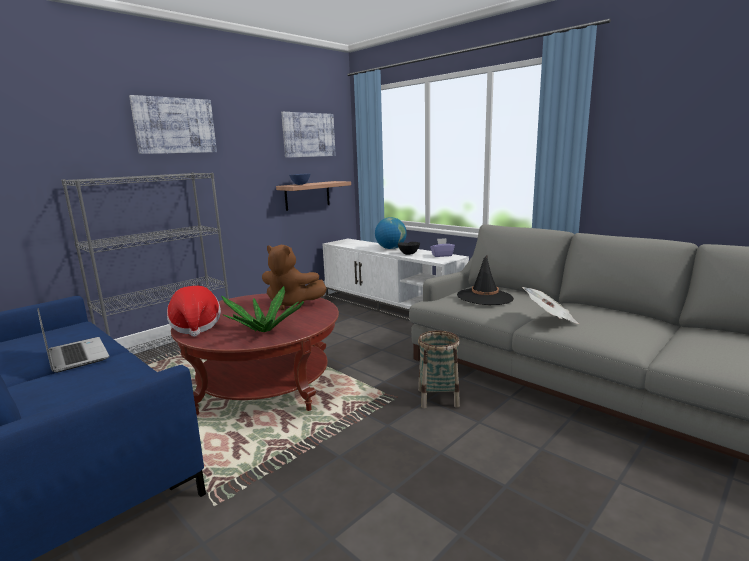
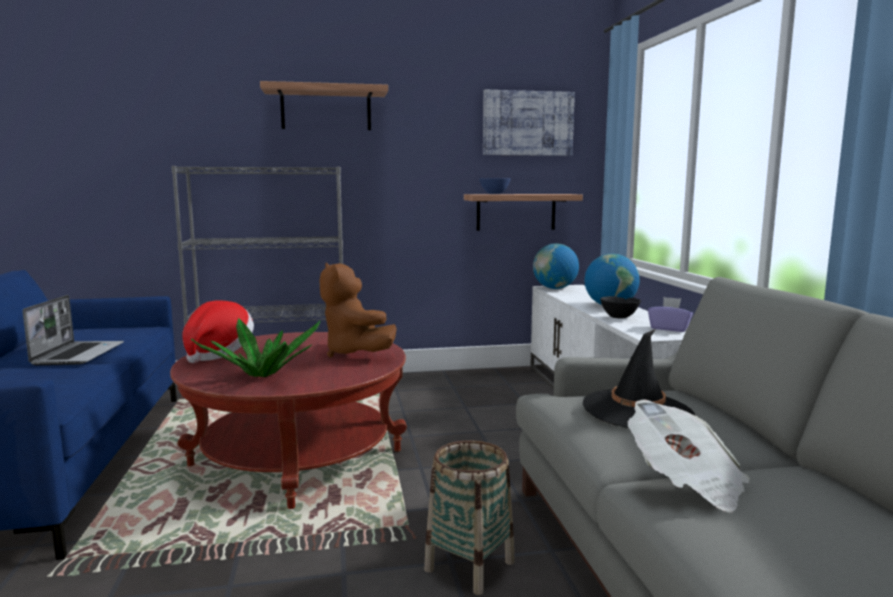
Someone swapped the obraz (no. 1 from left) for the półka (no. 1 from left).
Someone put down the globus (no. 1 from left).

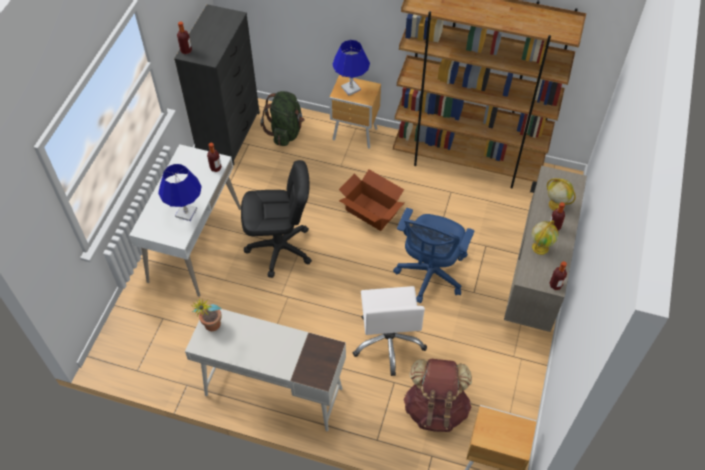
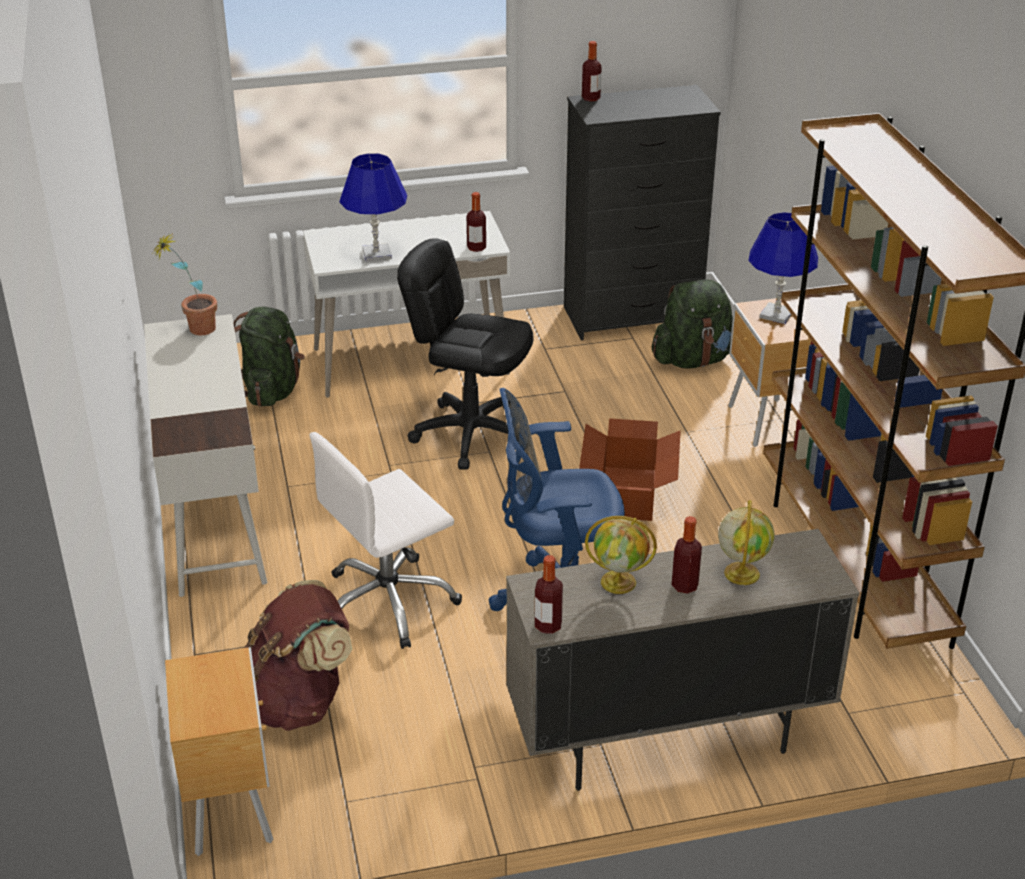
Someone rotated the krzesło biurowe/czarny by 150 degrees clockwise.
Someone put down the plecak/zielony (no. 1 from left).

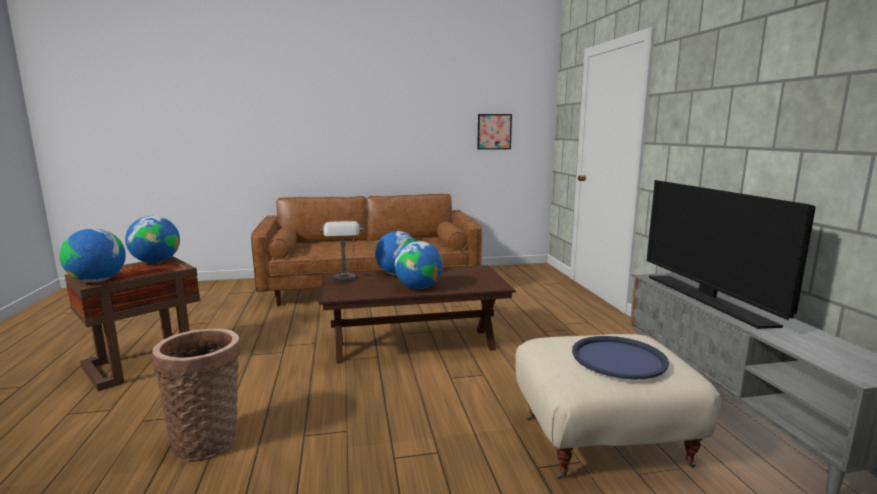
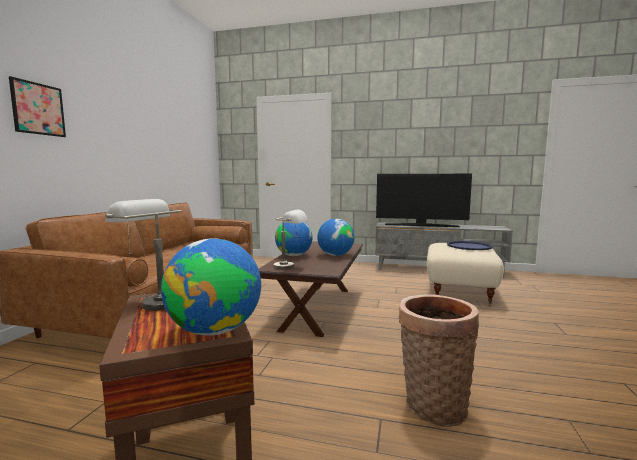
Someone swapped the globus (no. 2 from left) for the lampa stołowa/szary (no. 1 from left).
Someone carried the obraz.

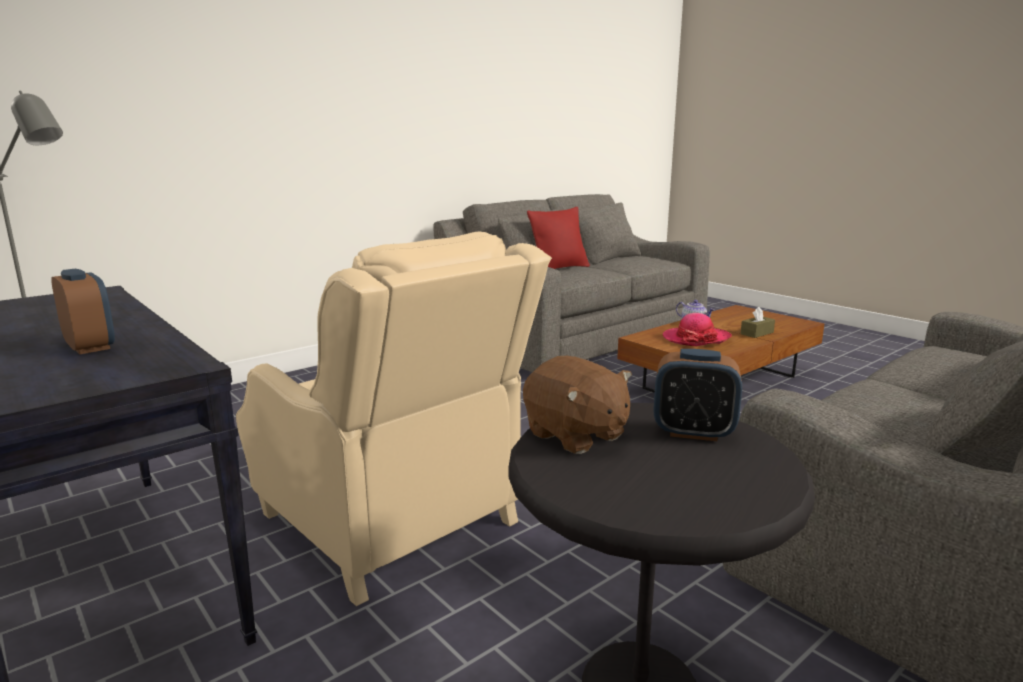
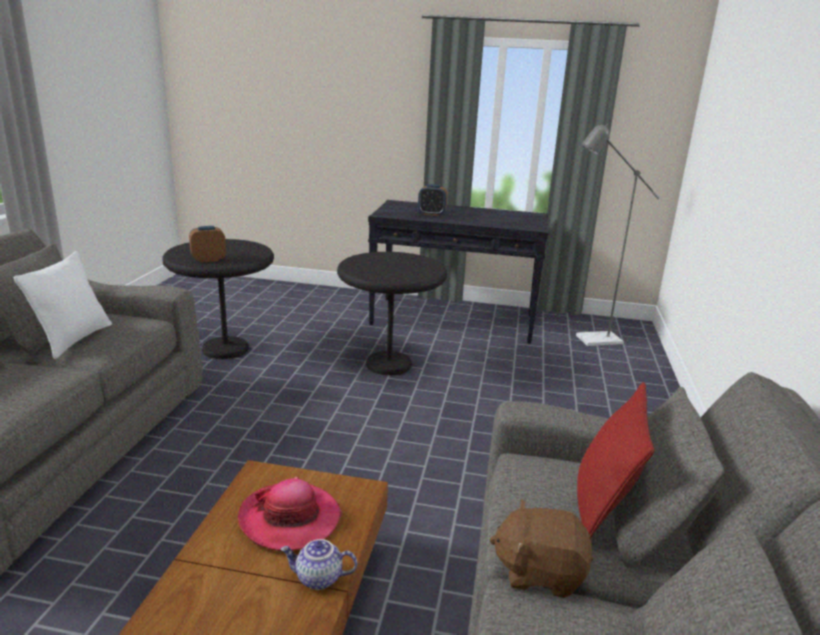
Someone swapped the fotel/beżowy for the stolik/czarny (no. 2 from left).
Someone carried the pluszak/brązowy.
Someone took away the pudełko chusteczek/brązowy.
Someone put down the poduszka/biały.

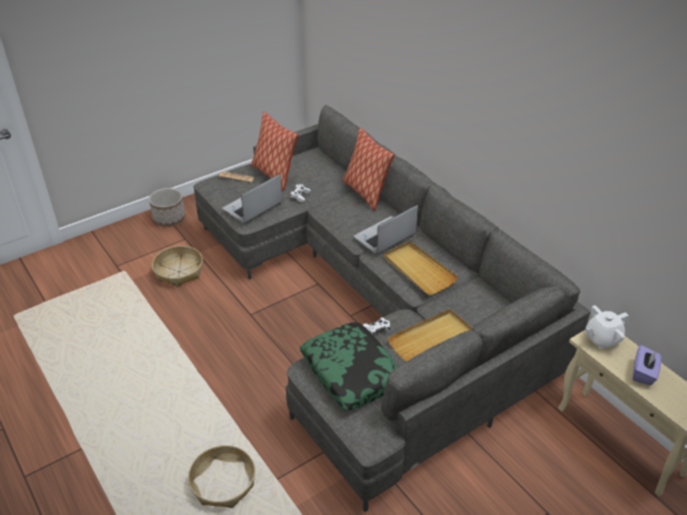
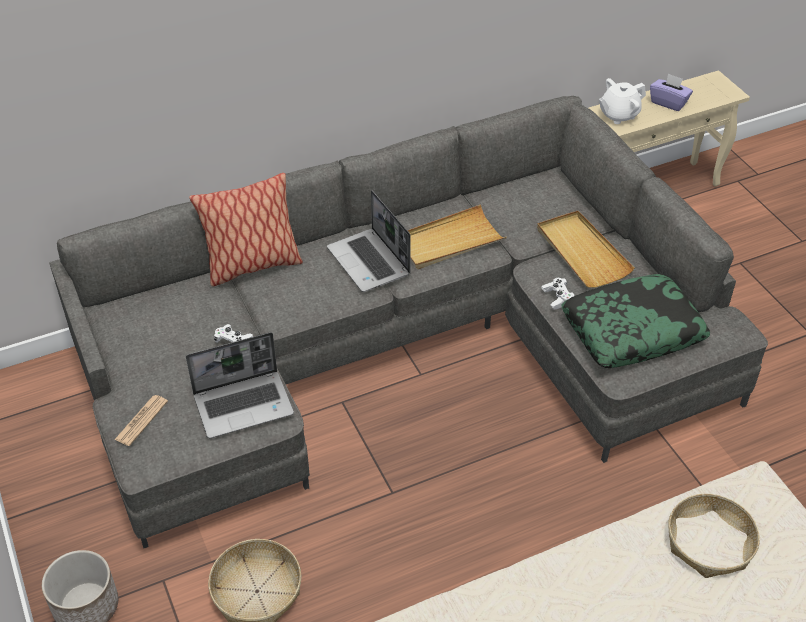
Someone rotated the laptop (no. 1 from left) by 75 degrees counterclockwise.
Someone took away the poduszka (no. 1 from left).
Someone rotated the imbryk/biały by 75 degrees clockwise.

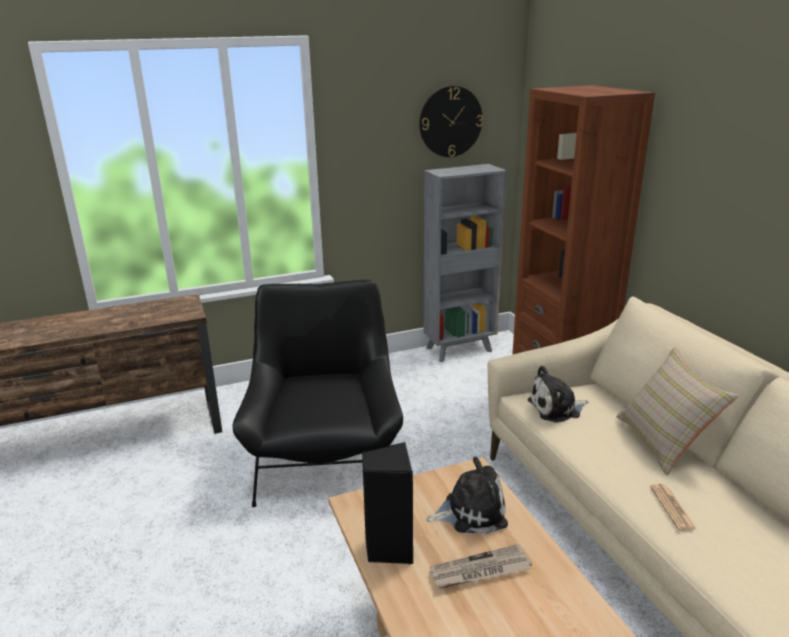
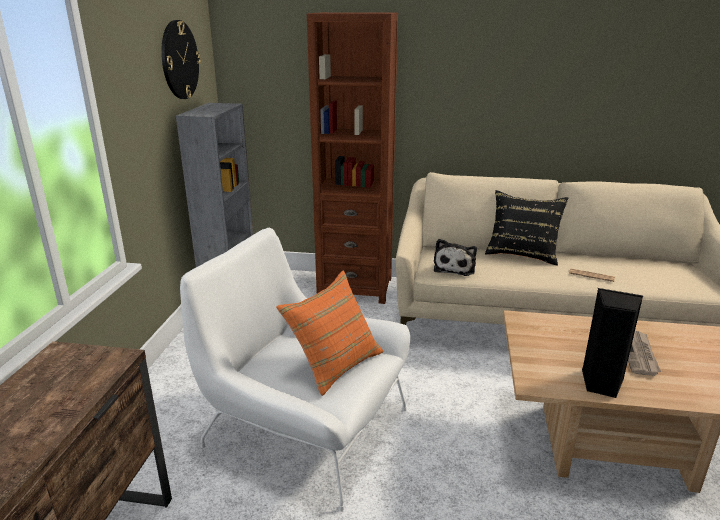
Someone repainted the fotel/czarny, which became the fotel/biały.
Someone took away the pluszak (no. 1 from left).
Someone repainted the poduszka/beżowy, which became the poduszka/czarny.
Someone put down the poduszka/pomarańczowy.

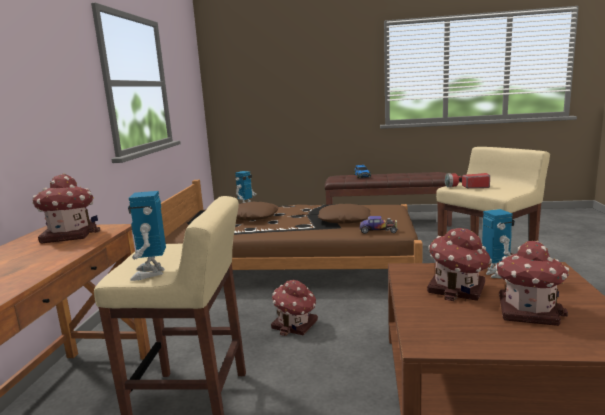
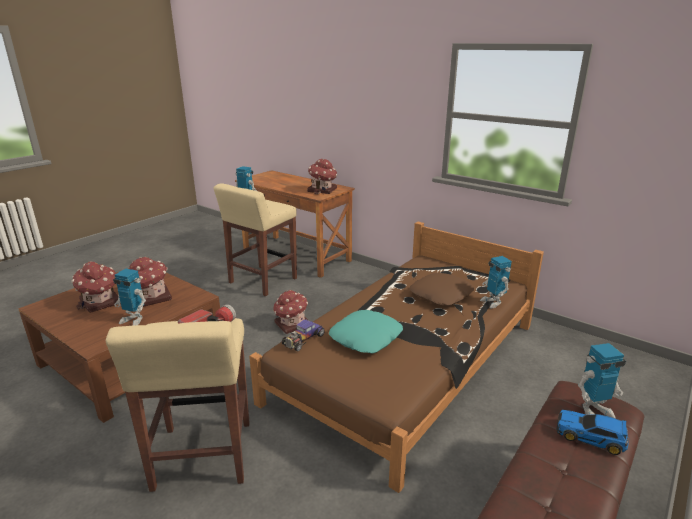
Someone repainted the poduszka/brązowy (no. 2 from left), which became the poduszka/turkusowy.
Someone put down the robot zabawkowy (no. 4 from left).

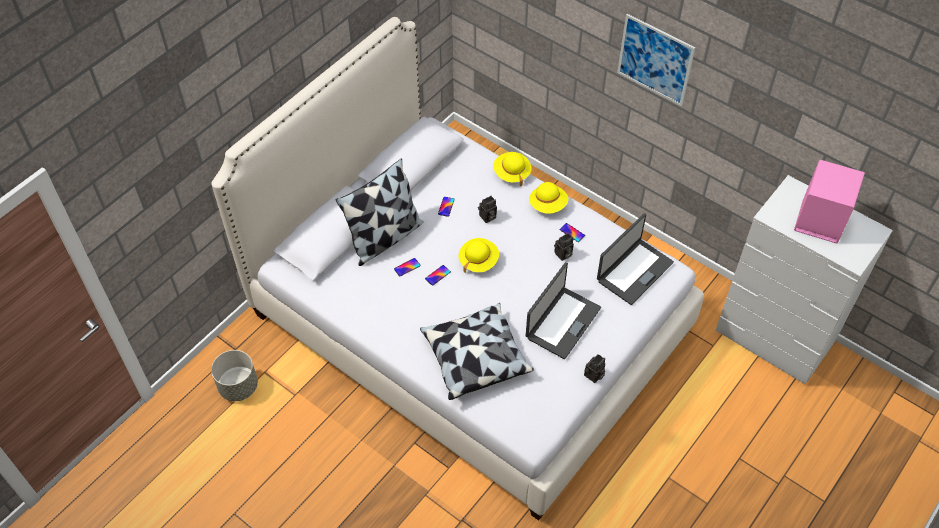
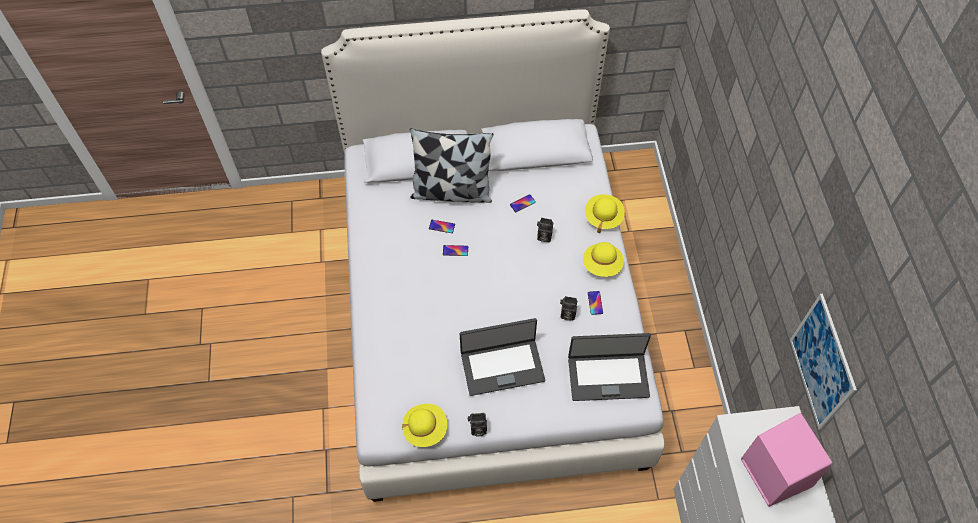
Someone took away the donica/szary.
Someone took away the poduszka (no. 2 from left).
Someone carried the kapelusz/żółty (no. 1 from left).
Someone carried the obraz.

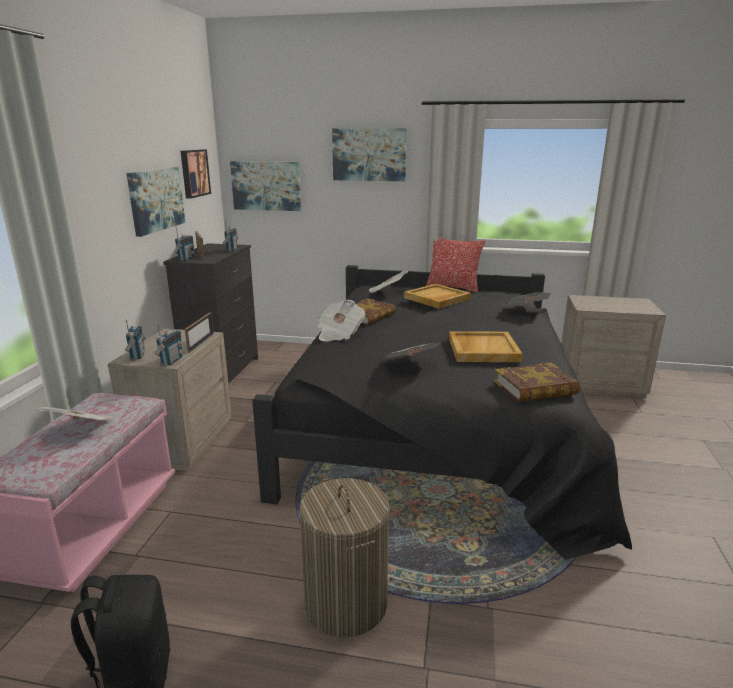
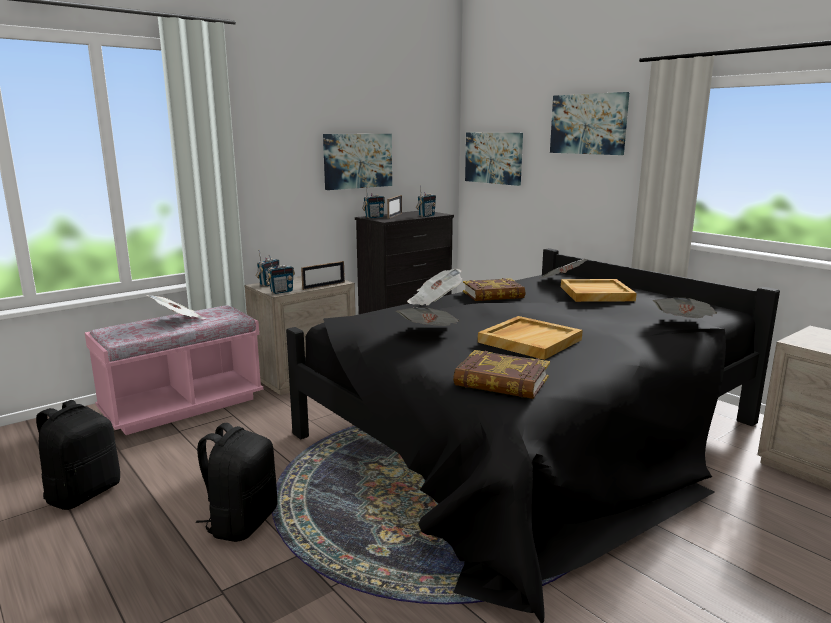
Someone took away the obraz (no. 2 from left).
Someone swapped the kosz na pranie for the plecak/czarny (no. 2 from left).
Someone took away the poduszka.

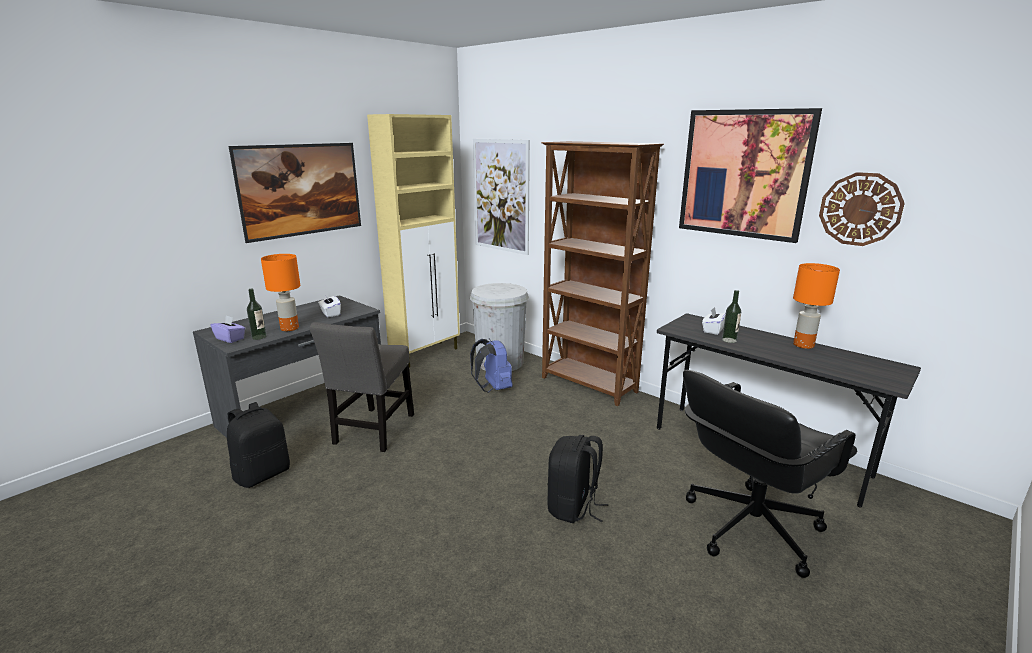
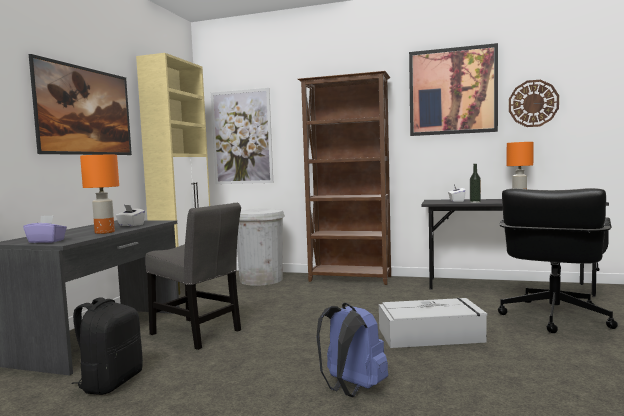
Someone took away the butelka (no. 1 from left).
Someone rotated the krzesło/szary by 45 degrees counterclockwise.
Someone carried the plecak/niebieski.
Someone swapped the plecak/czarny (no. 2 from left) for the pojemnik do przechowywania/szary.

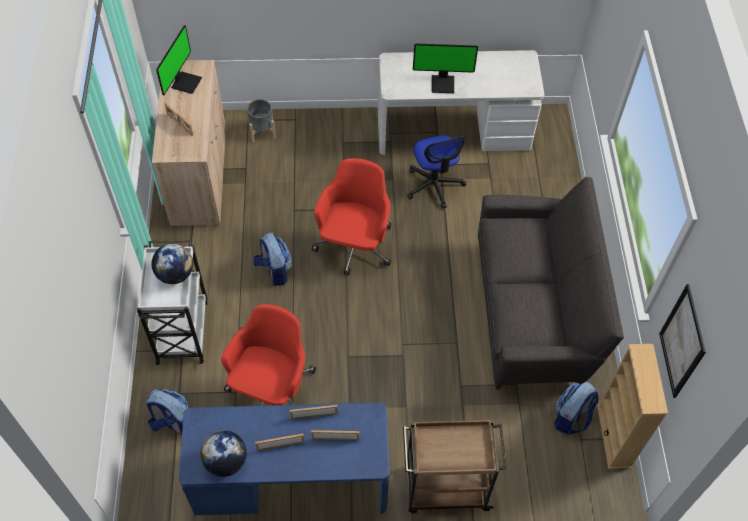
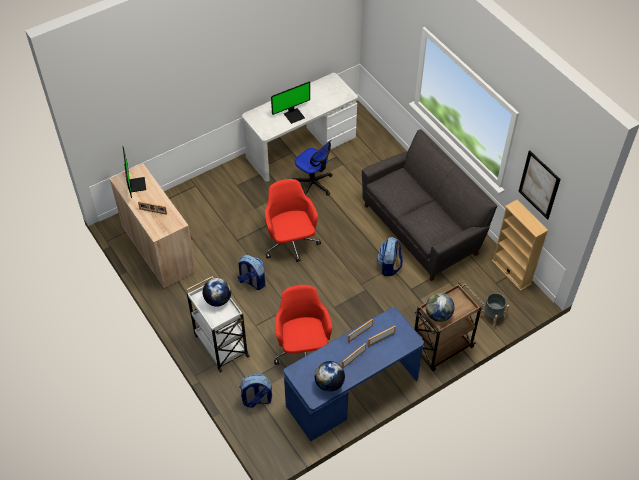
Someone carried the donica/szary.
Someone carried the plecak (no. 3 from left).
Someone put down the globus (no. 3 from left).

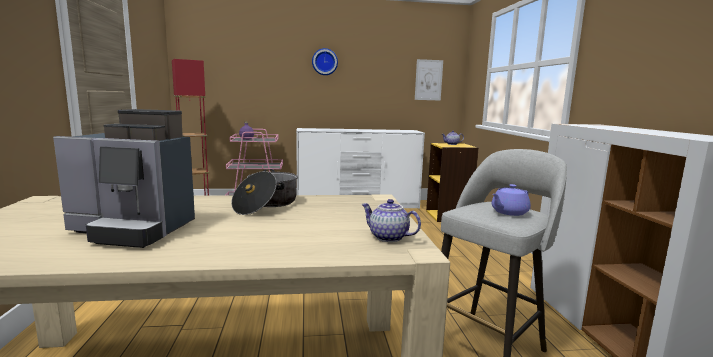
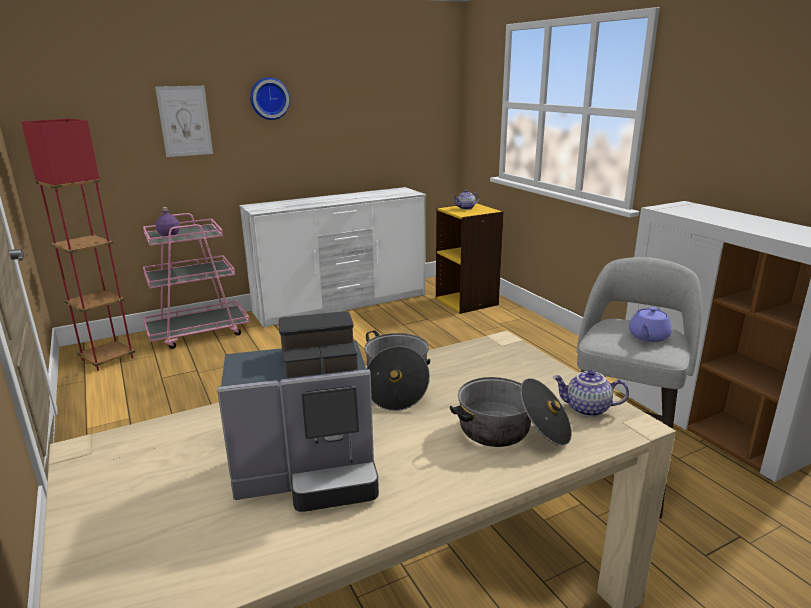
Someone carried the obraz.
Someone put down the garnek (no. 2 from left).

